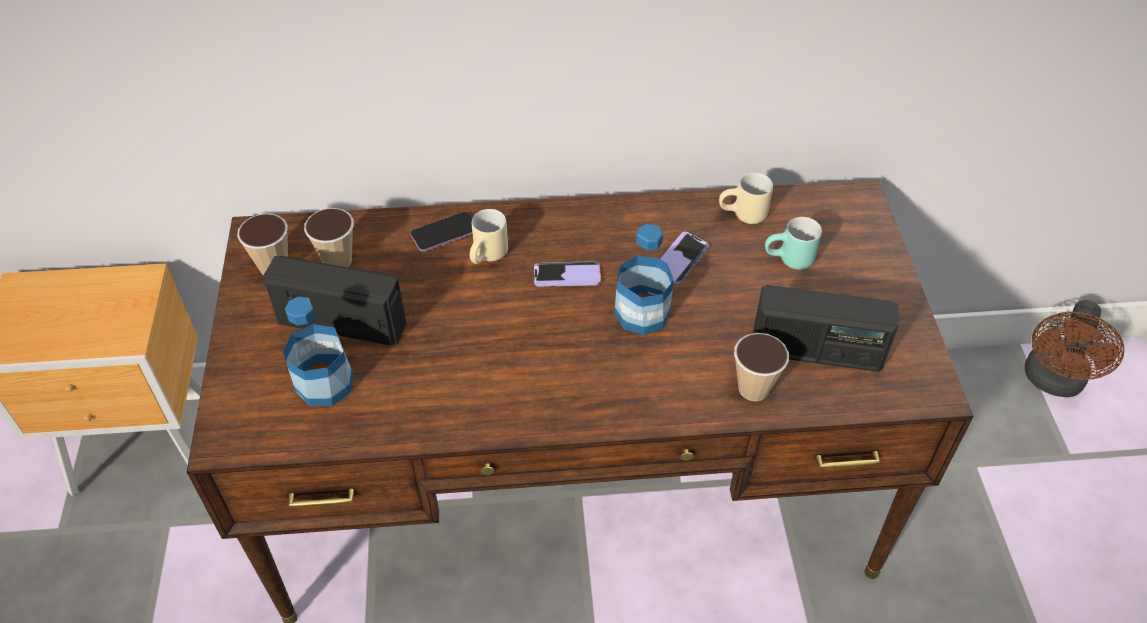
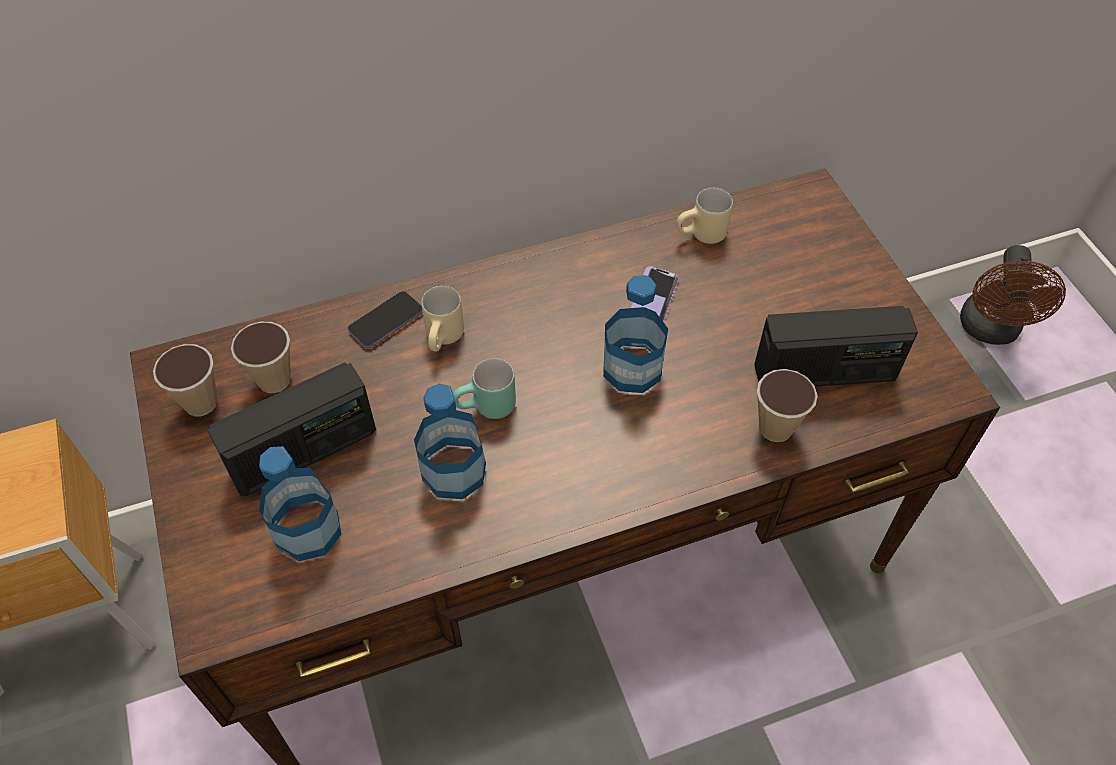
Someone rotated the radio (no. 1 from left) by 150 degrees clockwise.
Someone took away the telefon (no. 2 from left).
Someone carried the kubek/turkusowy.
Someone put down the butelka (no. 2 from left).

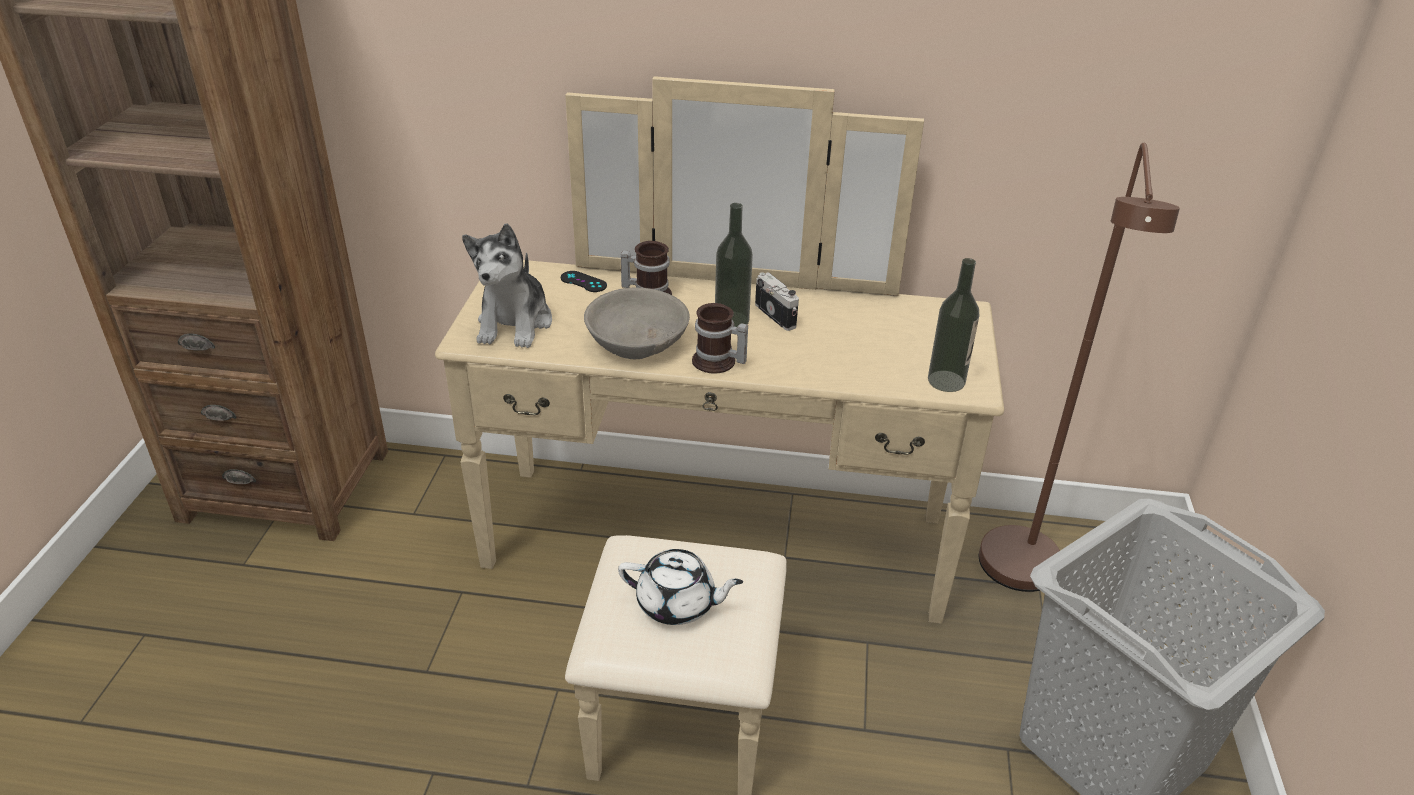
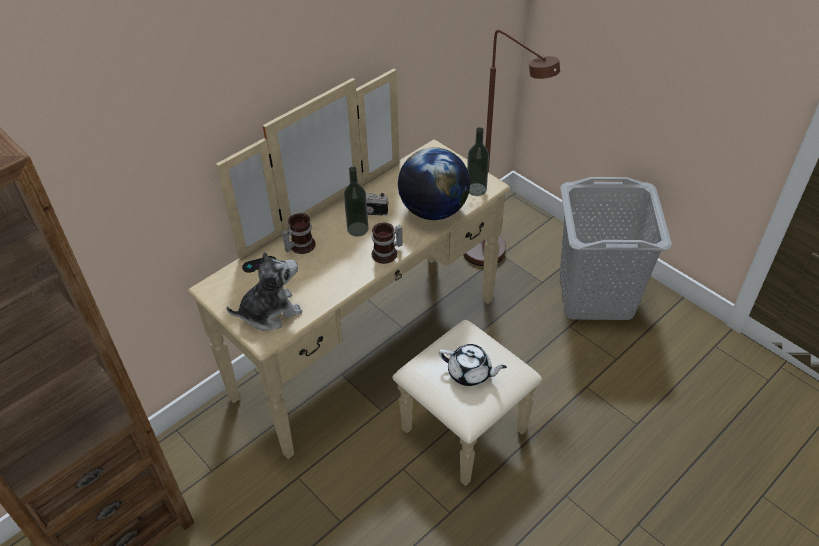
Someone rotated the pluszak by 75 degrees counterclockwise.
Someone took away the miska/szary.
Someone rotated the imbryk/biały by 60 degrees clockwise.
Someone put down the globus.

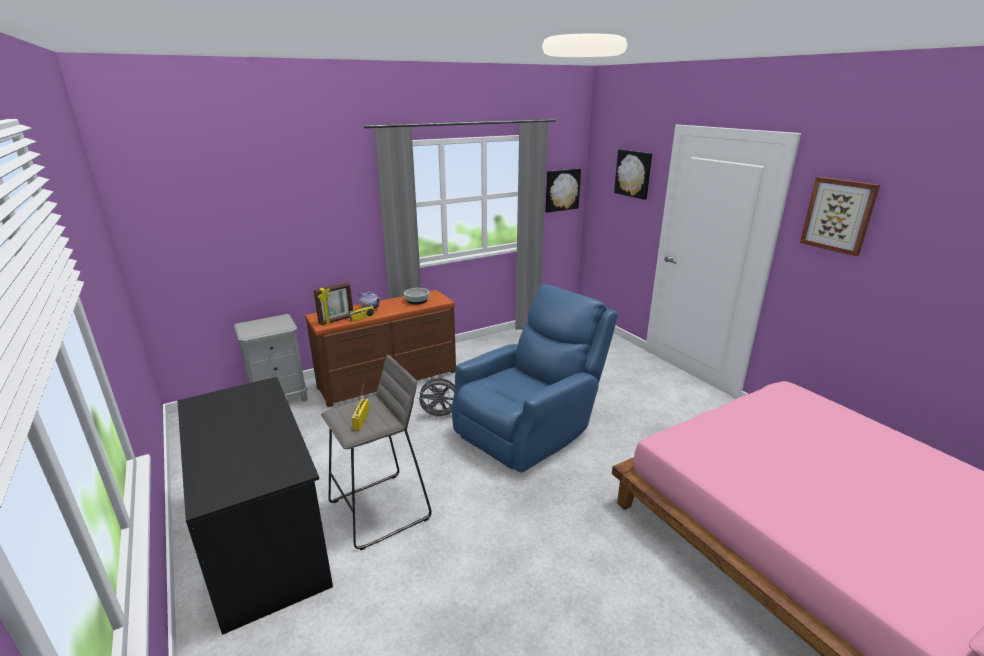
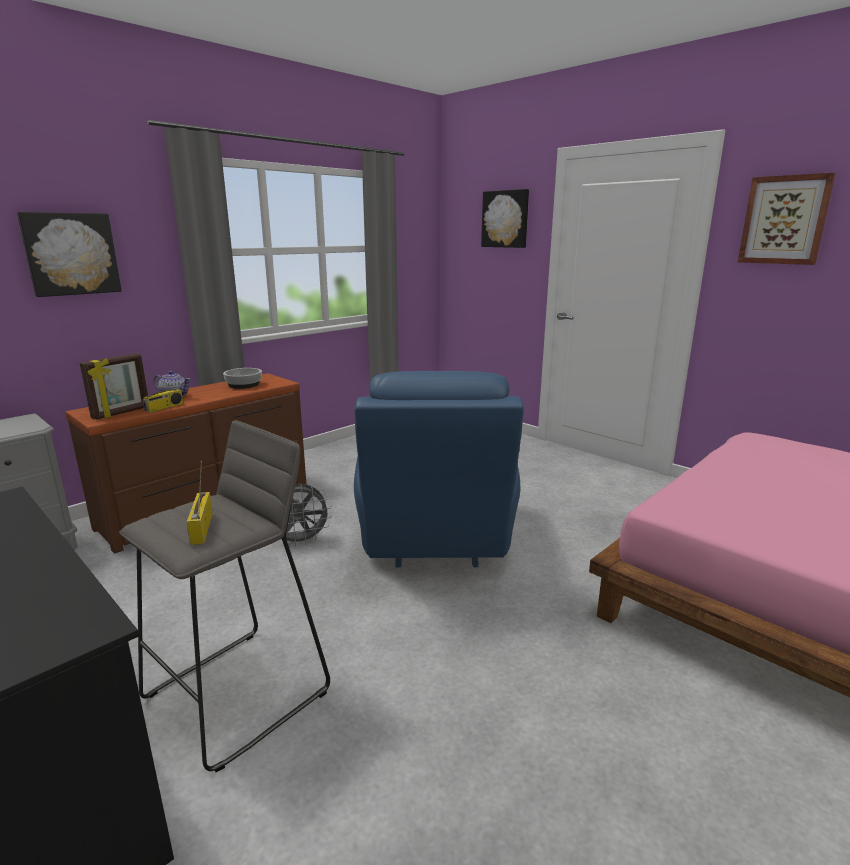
Someone rotated the fotel/niebieski by 150 degrees clockwise.
Someone carried the obraz (no. 1 from left).

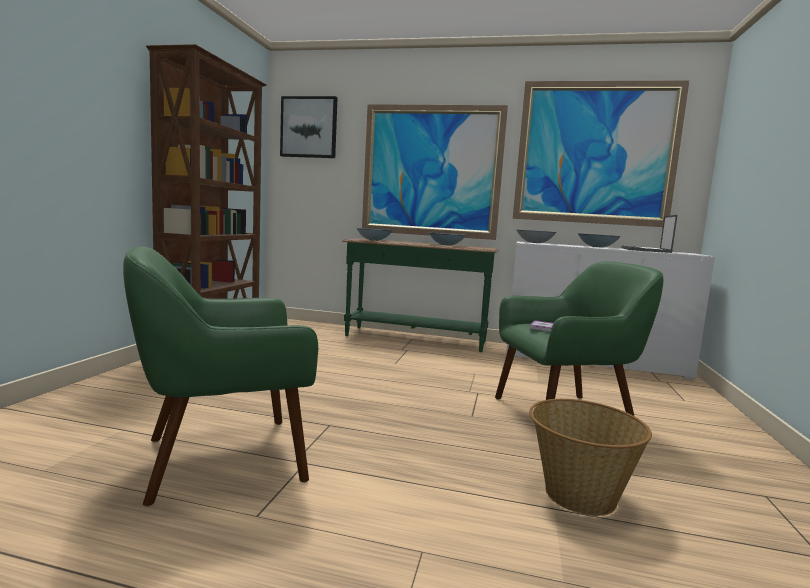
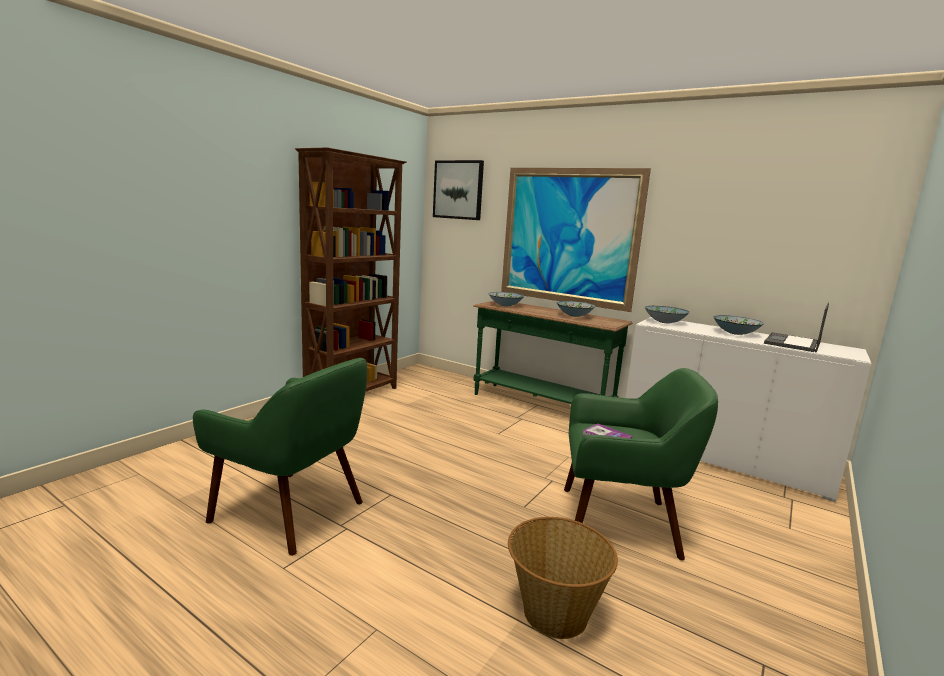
Someone rotated the fotel/zielony (no. 1 from left) by 150 degrees counterclockwise.
Someone took away the obraz (no. 3 from left).

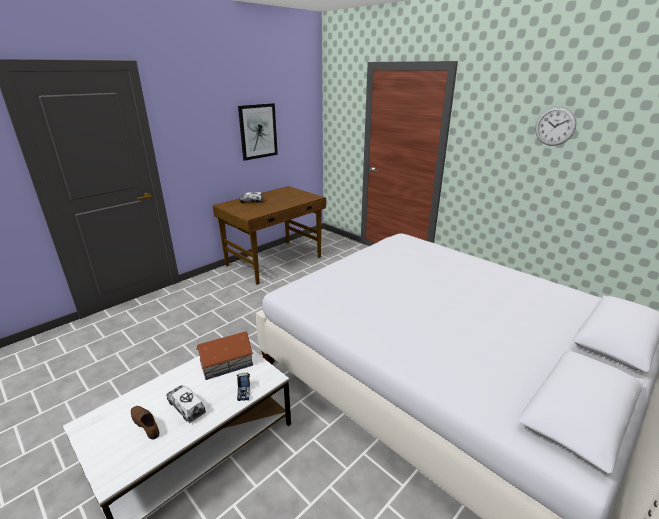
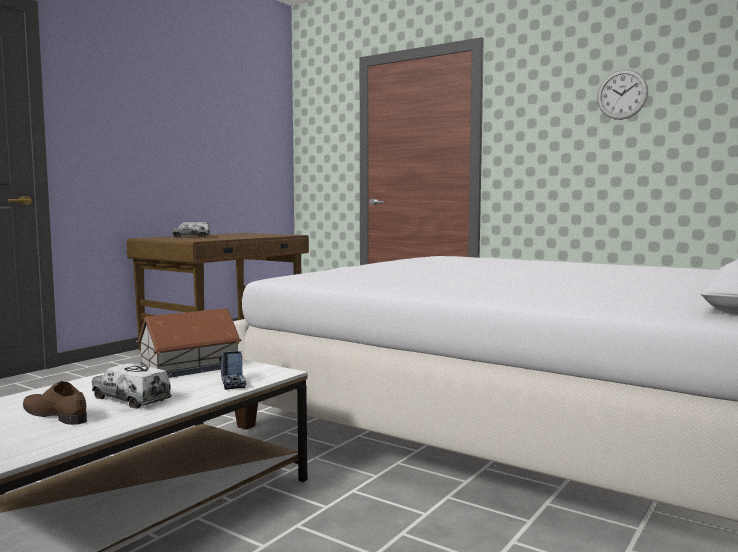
Someone took away the obraz.

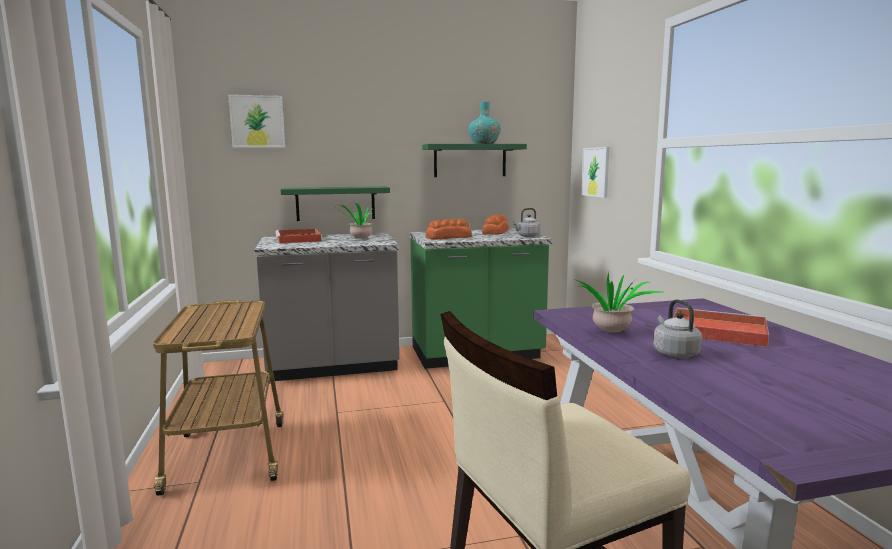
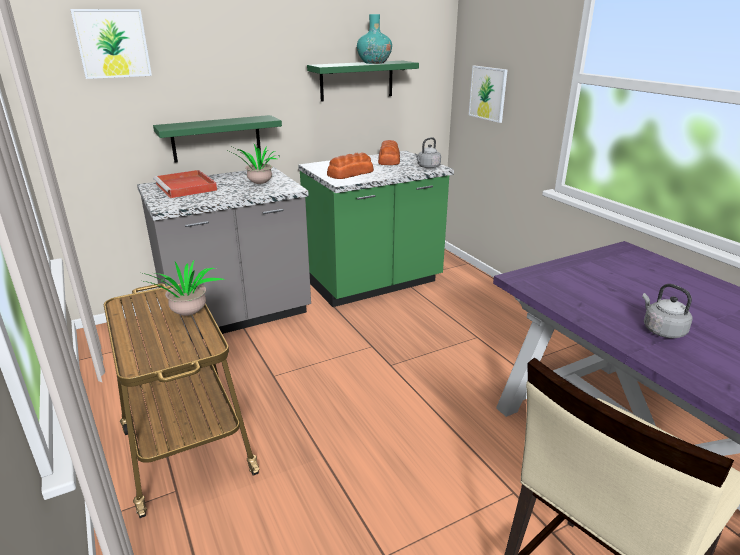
Someone carried the roślina doniczkowa (no. 2 from left in the first image).
Someone took away the taca/czerwony (no. 2 from left).

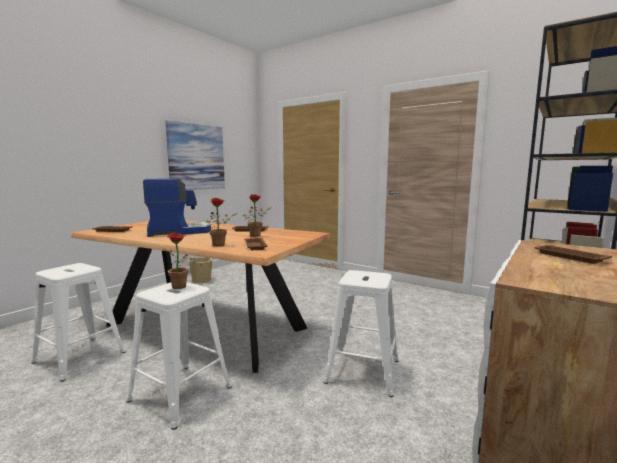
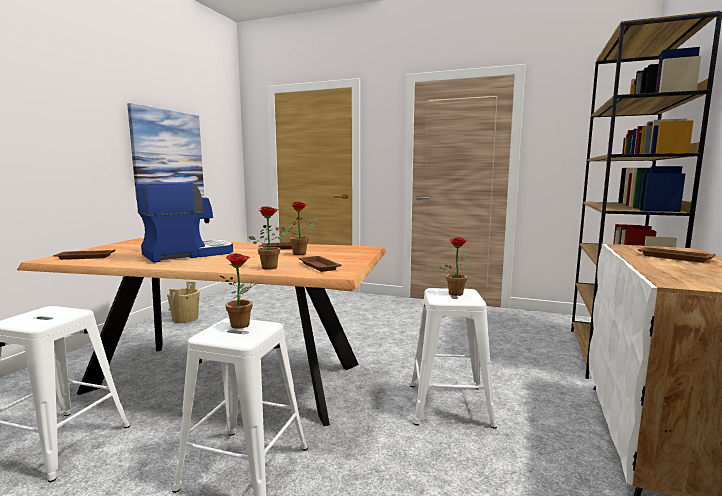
Someone put down the roślina doniczkowa (no. 4 from left).

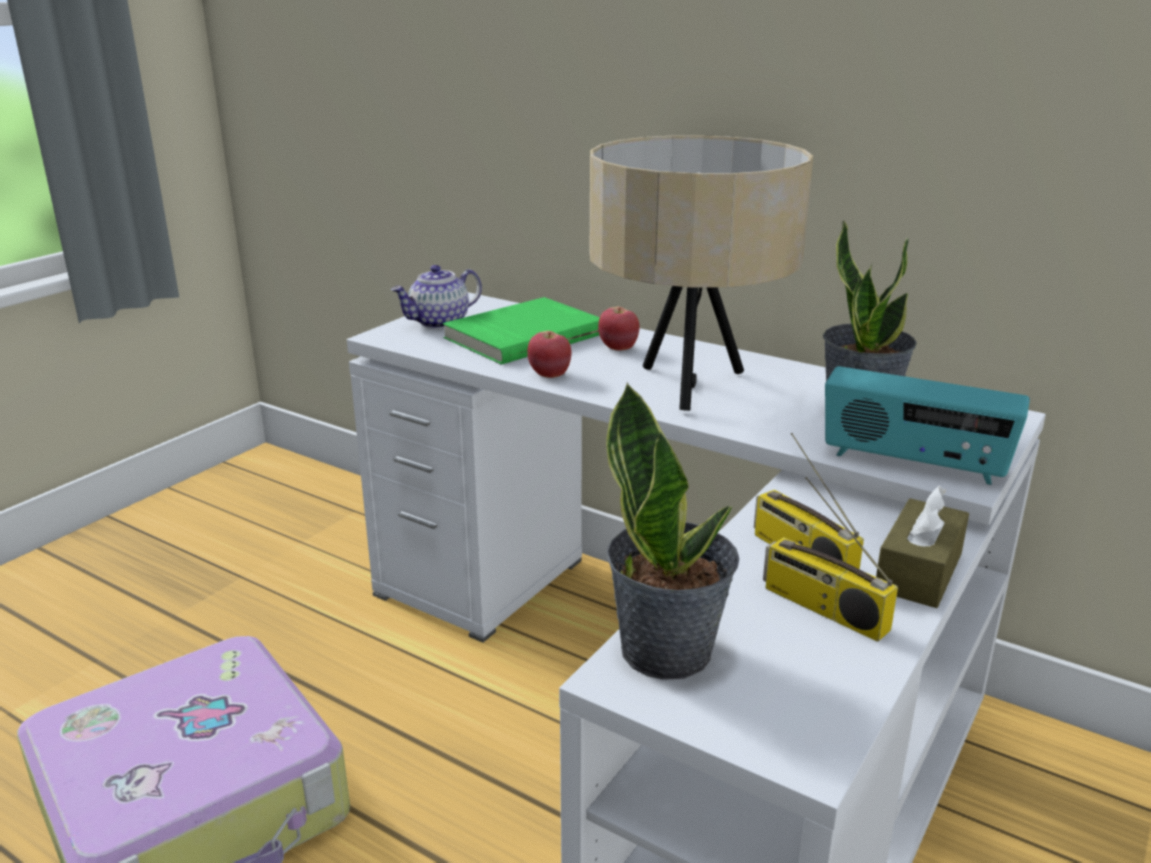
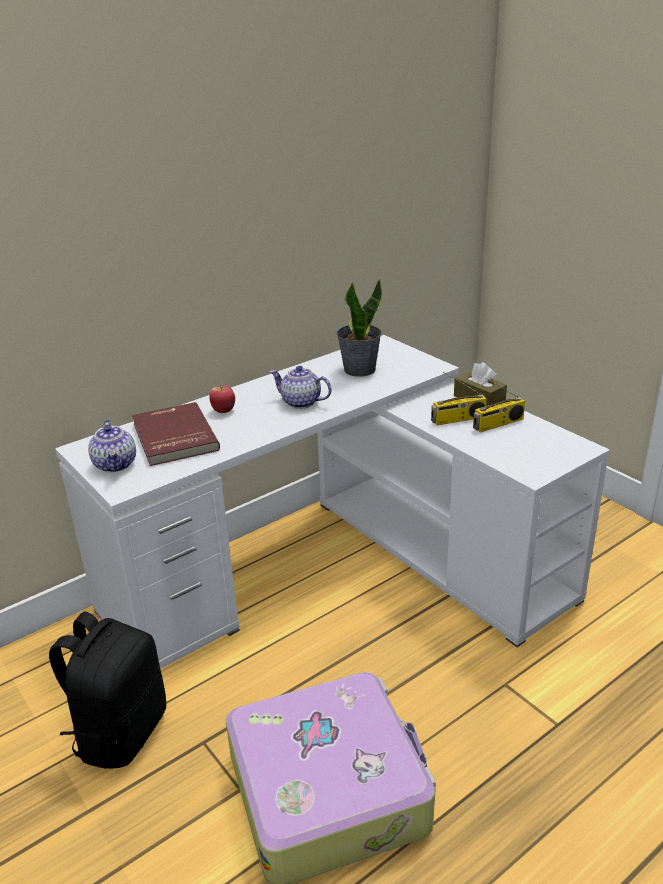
Someone repainted the książka/zielony, which became the książka/czerwony.
Someone took away the jabłko (no. 1 from left).
Someone swapped the lampa stołowa/beżowy for the imbryk (no. 2 from left).
Someone took away the roślina doniczkowa (no. 1 from left).
Someone took away the radio (no. 3 from left).
Someone put down the plecak/czarny.

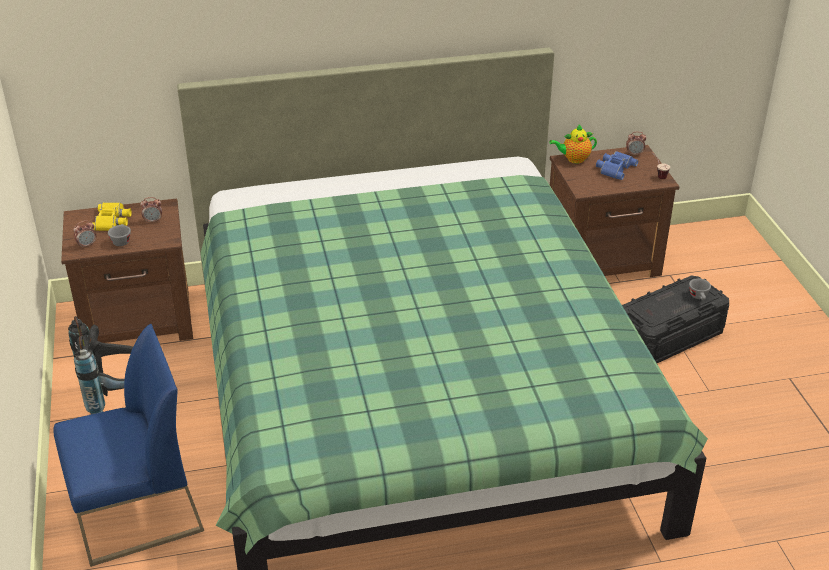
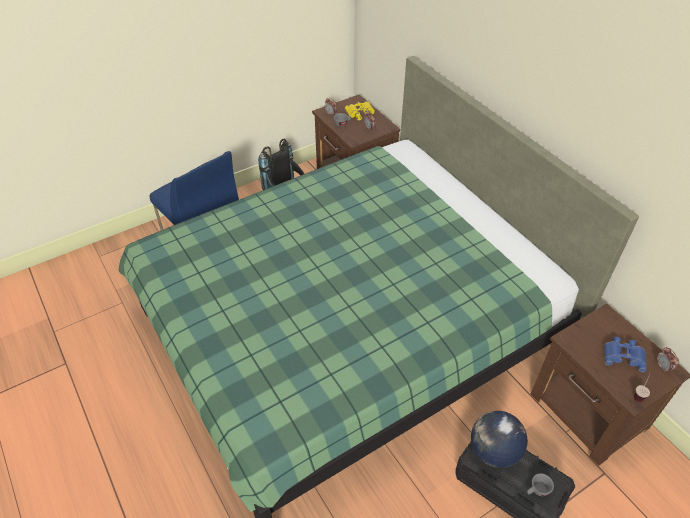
Someone took away the imbryk.
Someone put down the globus.

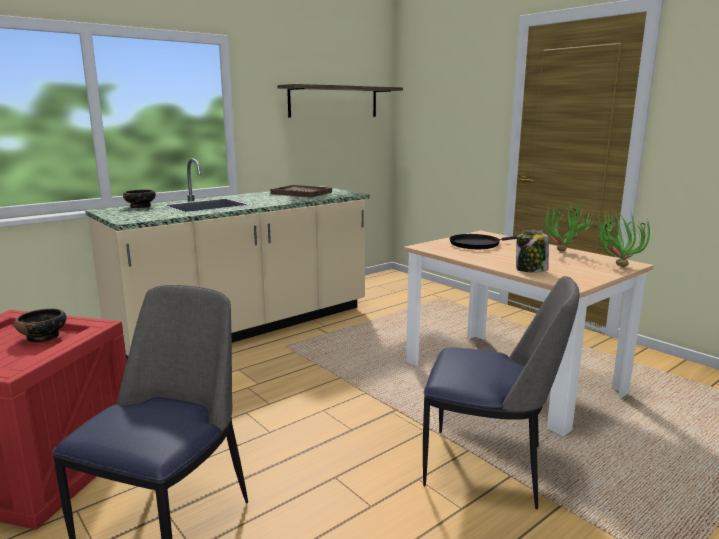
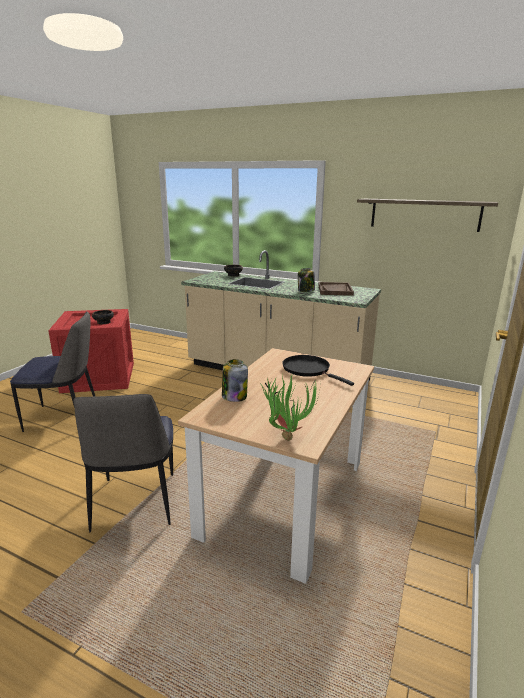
Someone took away the roślina doniczkowa (no. 1 from left).
Someone put down the słoik (no. 2 from left).

